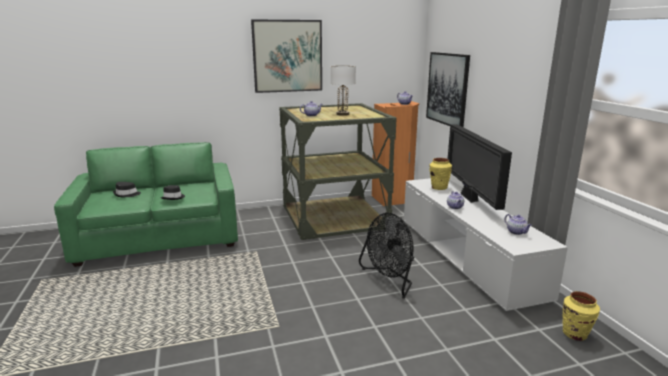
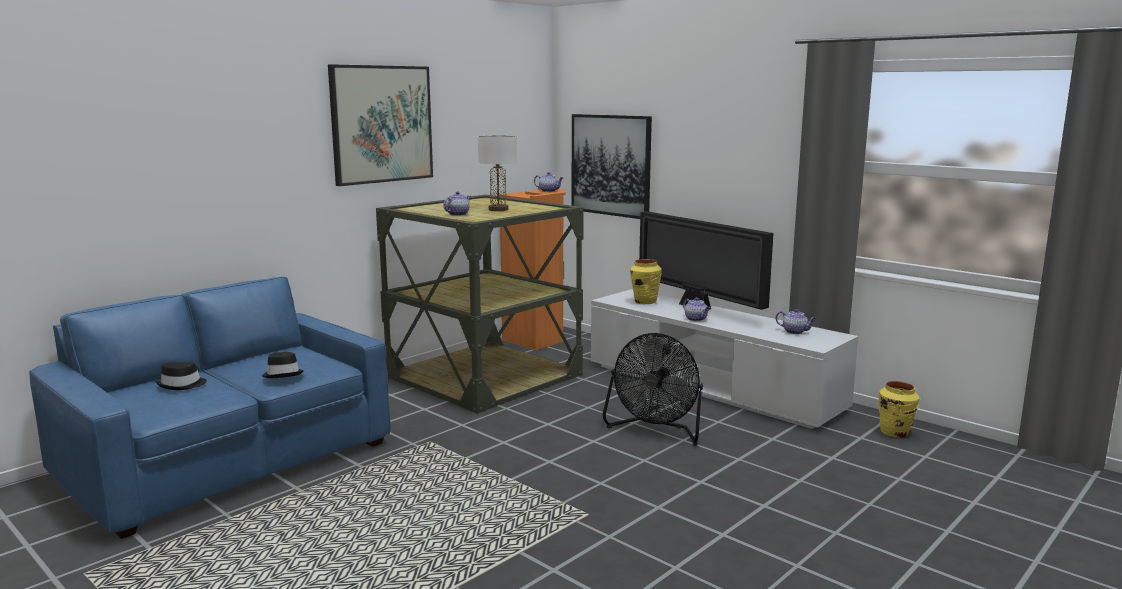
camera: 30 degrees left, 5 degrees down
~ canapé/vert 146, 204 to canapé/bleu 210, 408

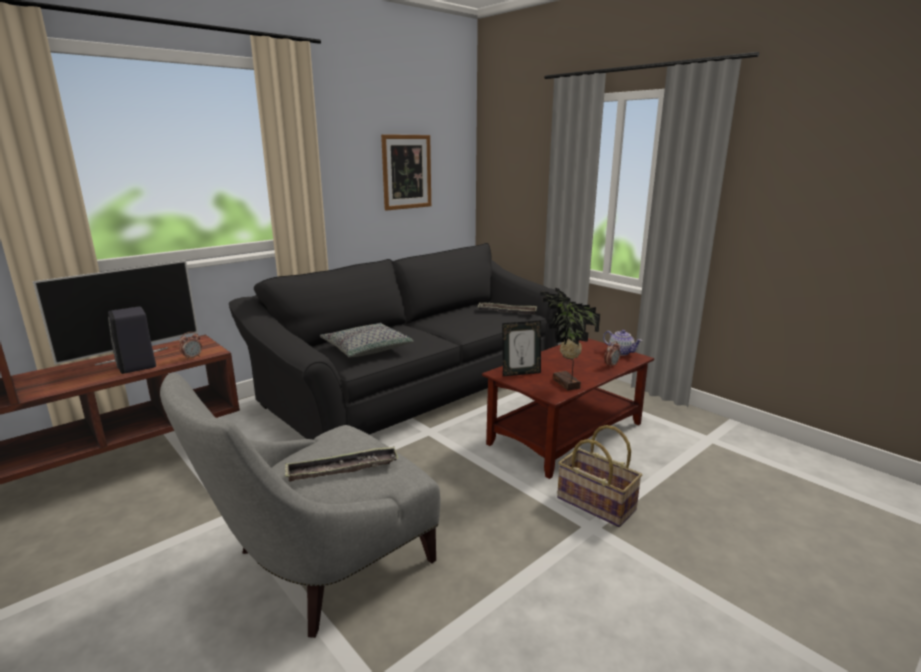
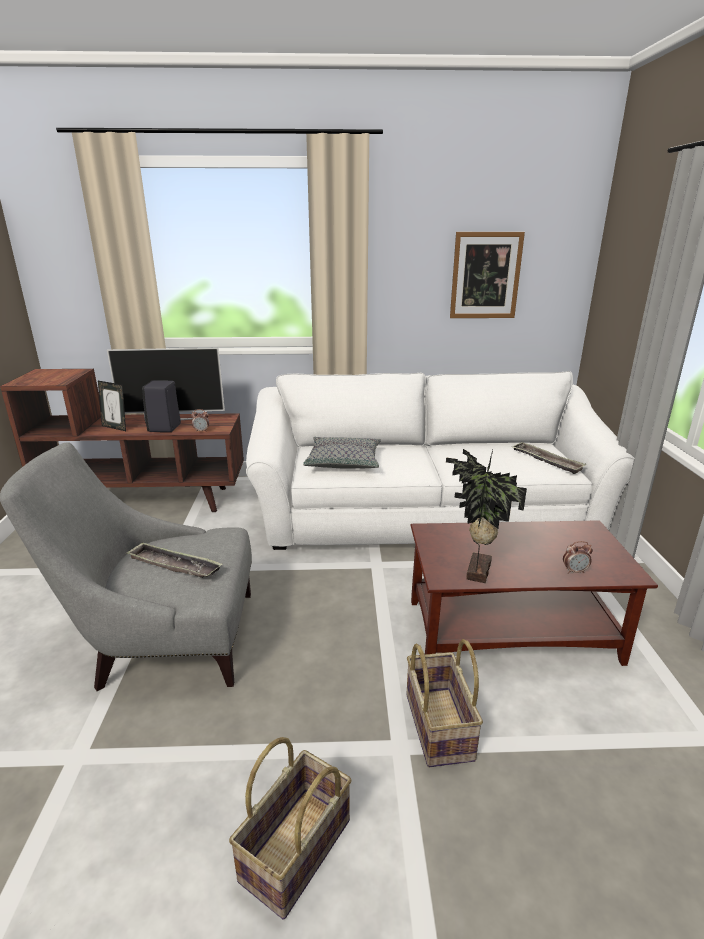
camera: 40 degrees right, 5 degrees up
~ cadre photo 521, 348 to 112, 406
+ panier 290, 828
~ canapé/noir 397, 341 to canapé/blanc 440, 460
- théière 622, 343

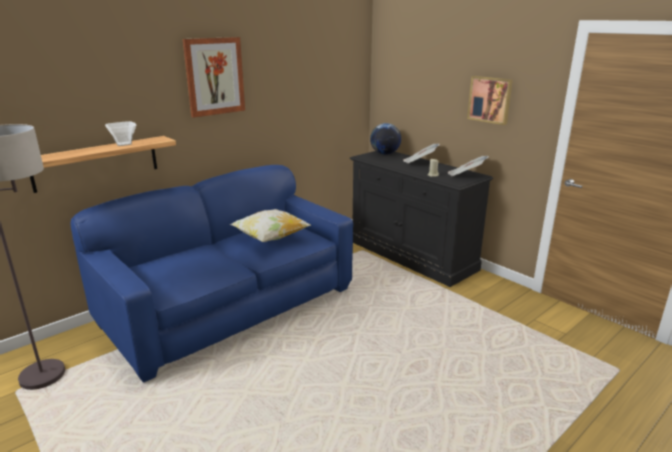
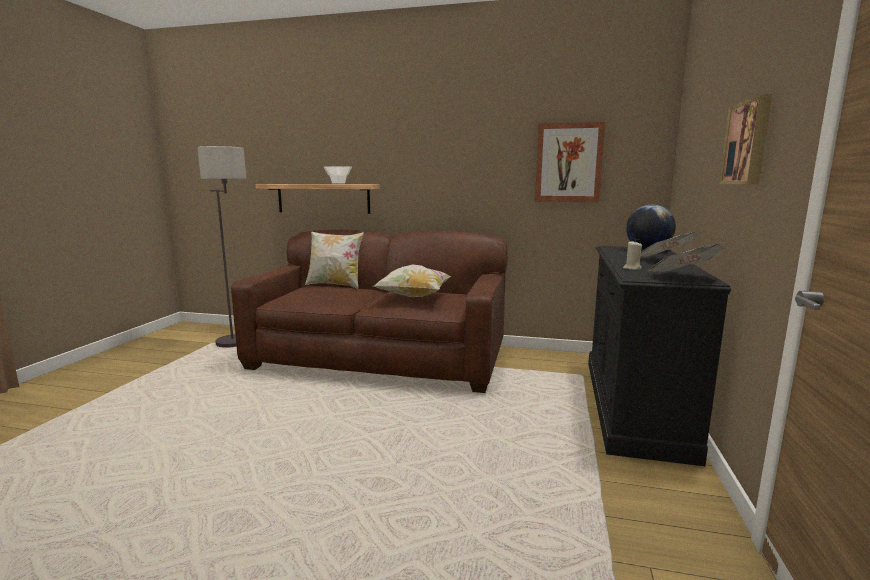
camera: 55 degrees right, 10 degrees down
~ canapé/bleu 211, 274 to canapé/marron 369, 311
+ coussin 334, 260
~ tableau 214, 77 to 570, 162

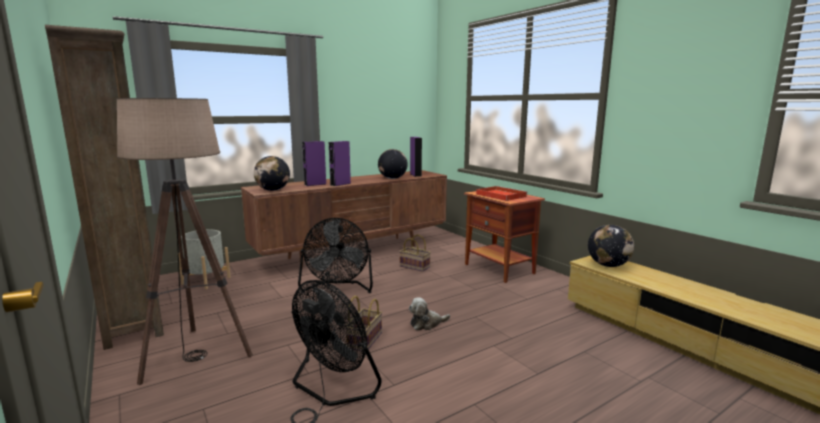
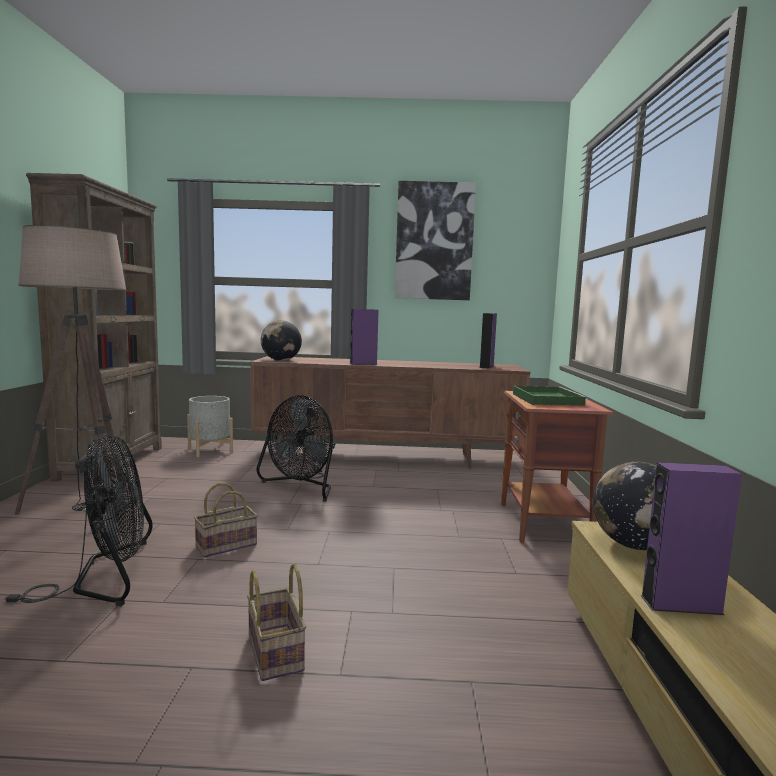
camera: 35 degrees right, 5 degrees down
~ panier 415, 253 to 276, 622
+ tableau 435, 240
~ plateau/rouge 502, 193 to plateau/vert 550, 396
~ enceinte/violet 314, 163 to 691, 538
- globe 393, 164
- peluche 429, 313

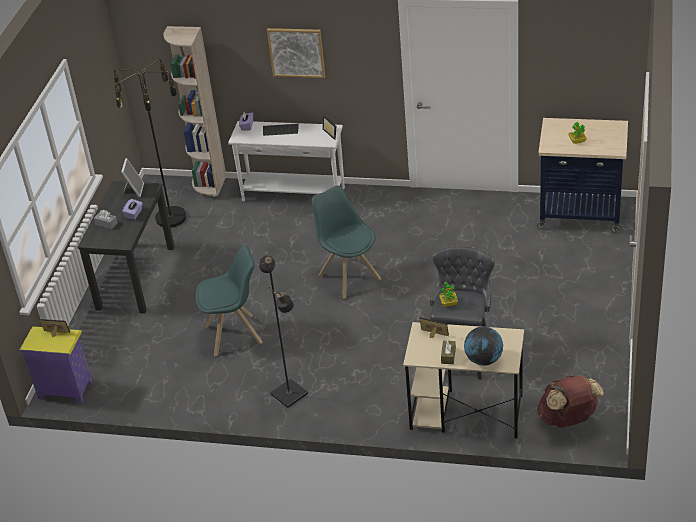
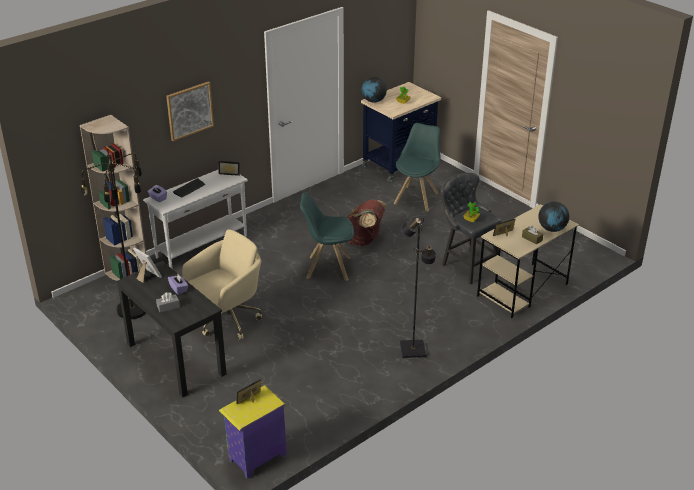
camera: 55 degrees left, 5 degrees down
+ chaise de bureau/beige 222, 285
~ sac à dos/marron 570, 401 to 366, 223
+ globe 374, 90
~ chaise/turquoise 229, 301 to 417, 167

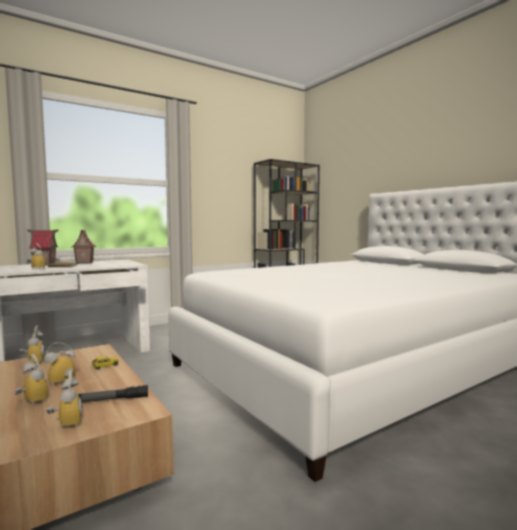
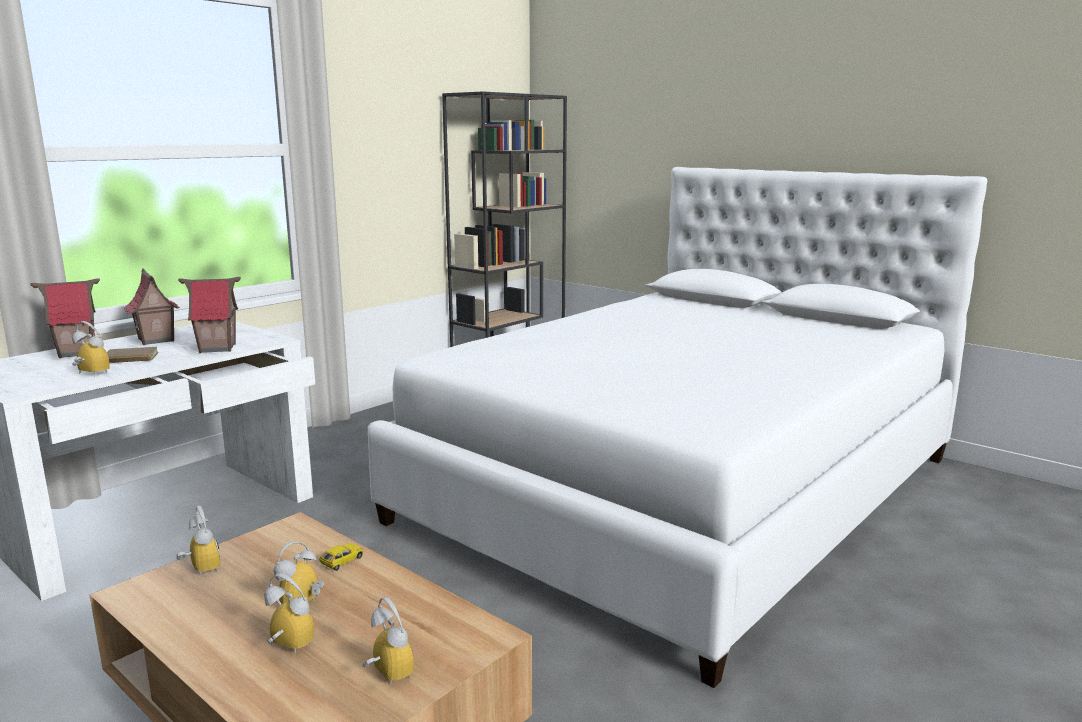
camera: 15 degrees left, 10 degrees up
+ maison miniature 209, 315
- lampe de poche 113, 393

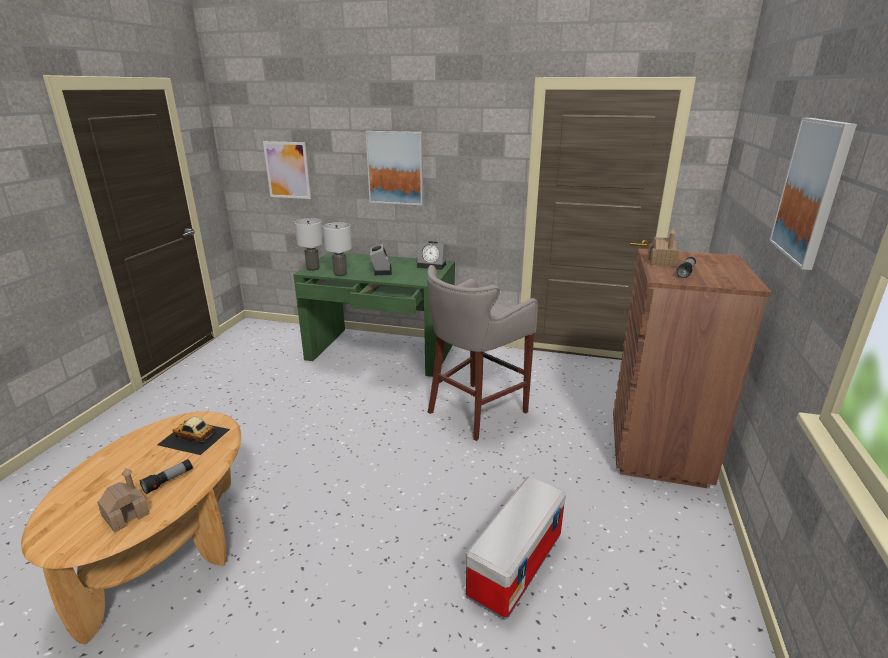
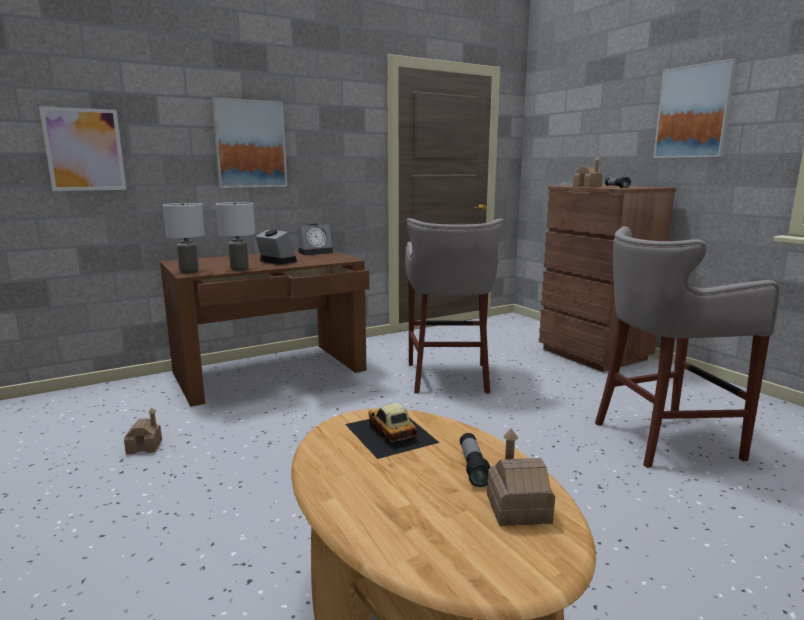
camera: 45 degrees left, 10 degrees down
+ maison miniature 143, 431
~ bureau/vert 374, 314 to bureau/marron 264, 329
~ petite voiture 193, 436 = 392, 431 90 degrees clockwise
~ boîte de rangement 516, 548 to tabouret/gris 687, 347

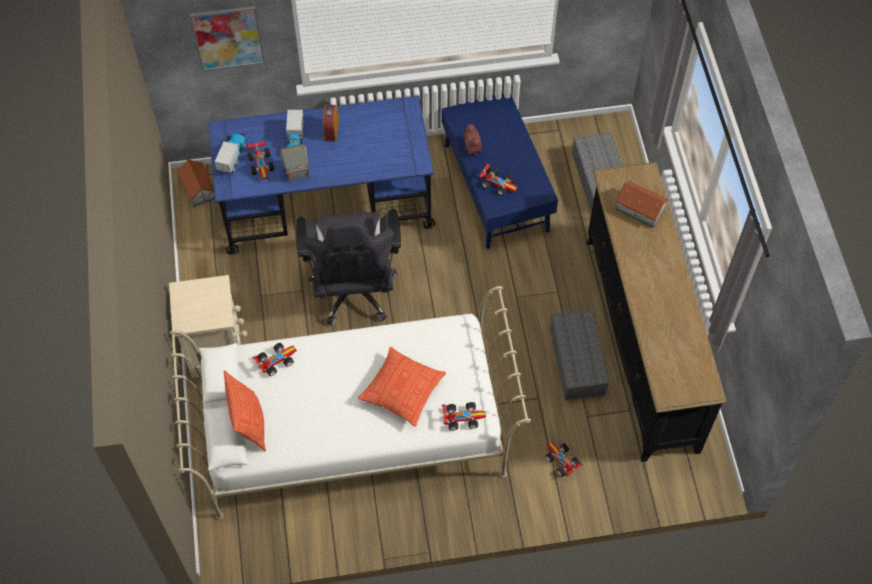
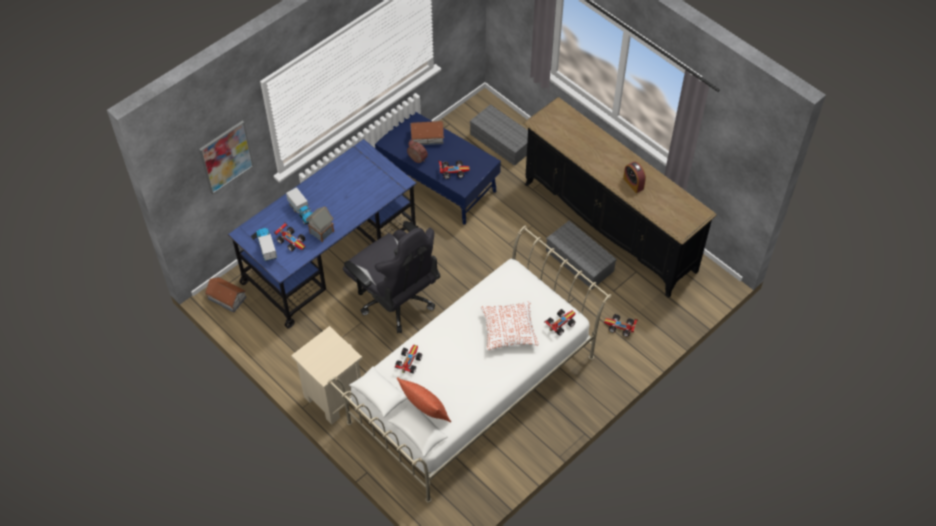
camera: 35 degrees left, 5 degrees down
~ maison miniature 642, 204 to 427, 133
~ coussin/orange 402, 387 to coussin/blanc 510, 325
~ réveil 331, 123 to 634, 177

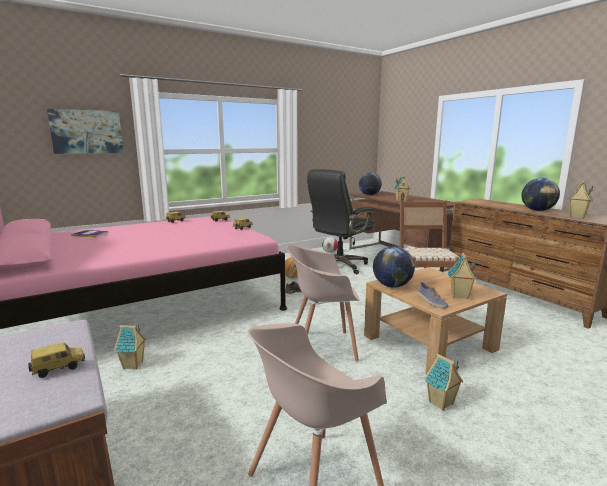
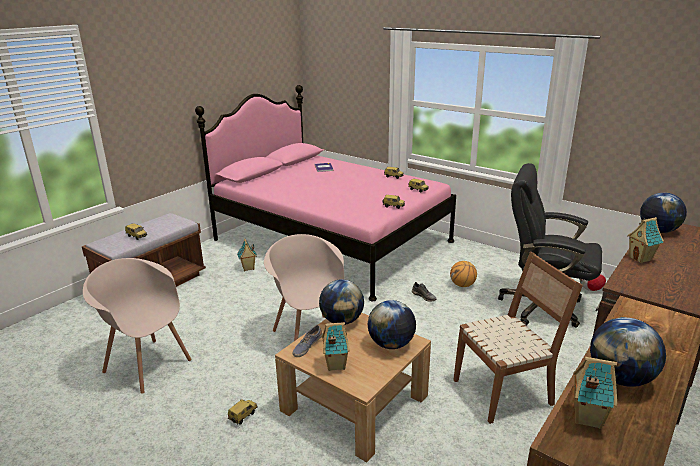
camera: 70 degrees right, 10 degrees up
~ maison miniature 443, 382 to petite voiture 242, 412
+ globe 392, 324
- tableau 85, 131

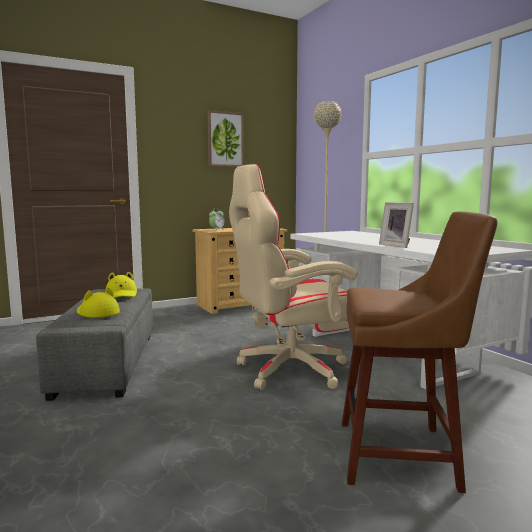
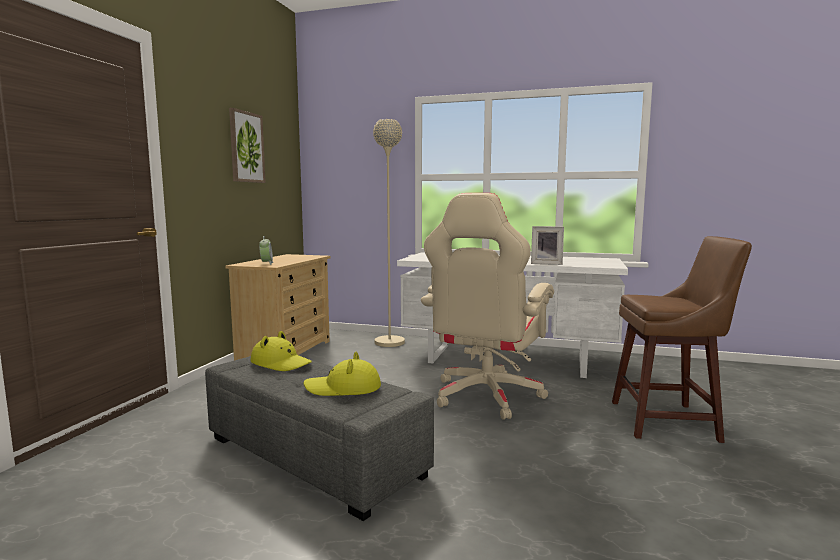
camera: 45 degrees left, 0 degrees up
~ chaise/marron 420, 352 = 682, 339 45 degrees clockwise

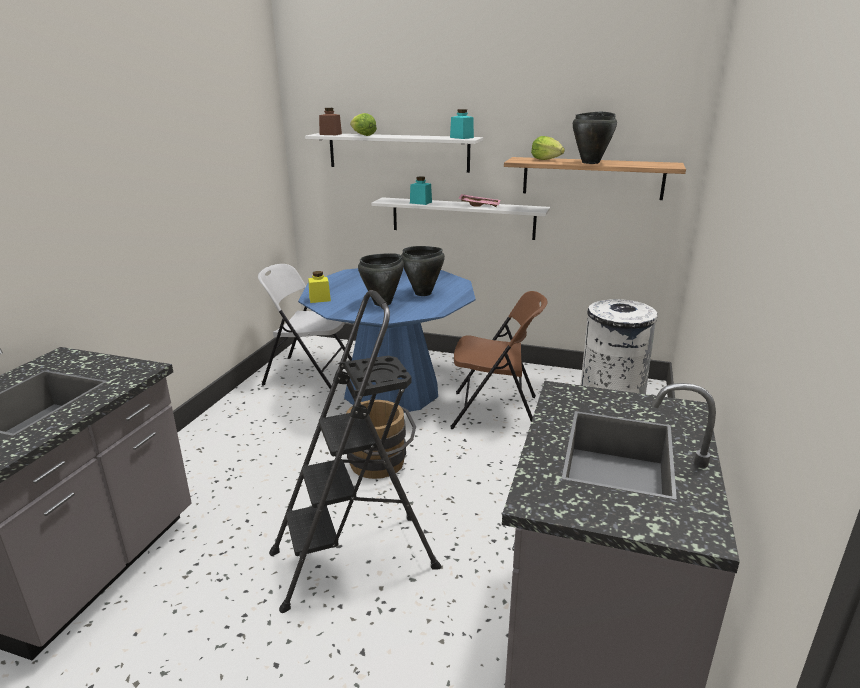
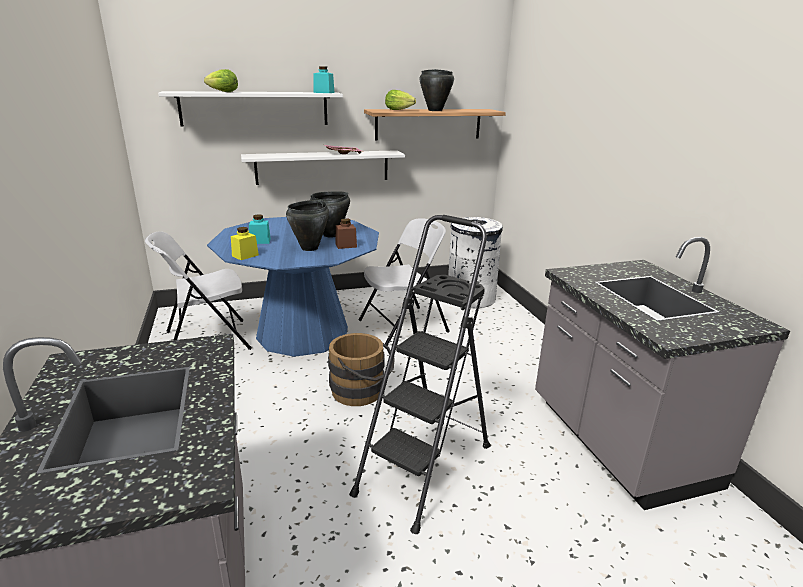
camera: 35 degrees left, 0 degrees up
~ bocal/turquoise 421, 191 to 260, 229
~ bocal/marron 330, 121 to 346, 233
~ chaise/marron 499, 360 to chaise/blanc 404, 282

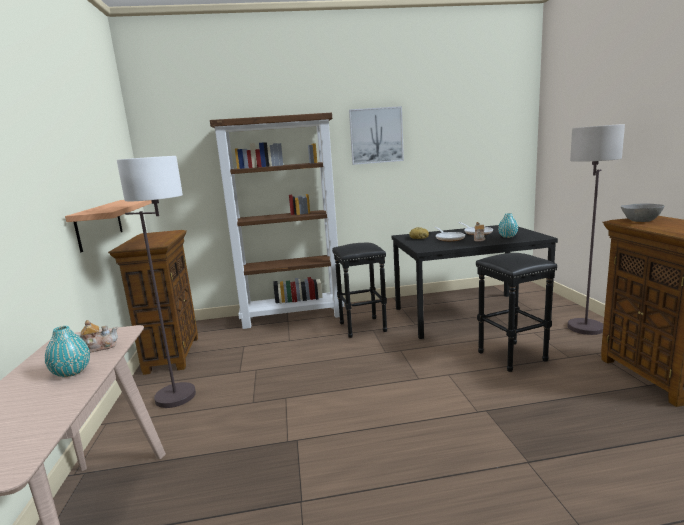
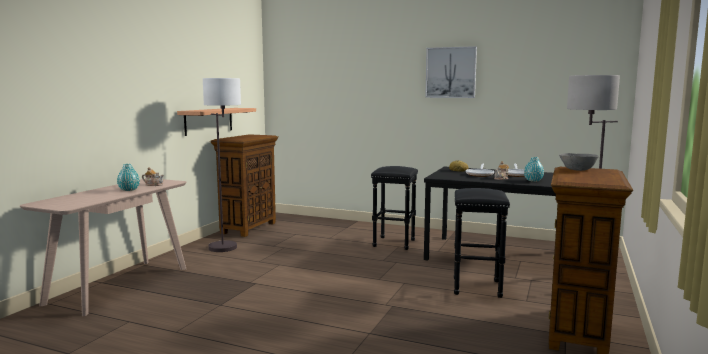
camera: 30 degrees right, 5 degrees down
- bibliothèque/marron 277, 221

